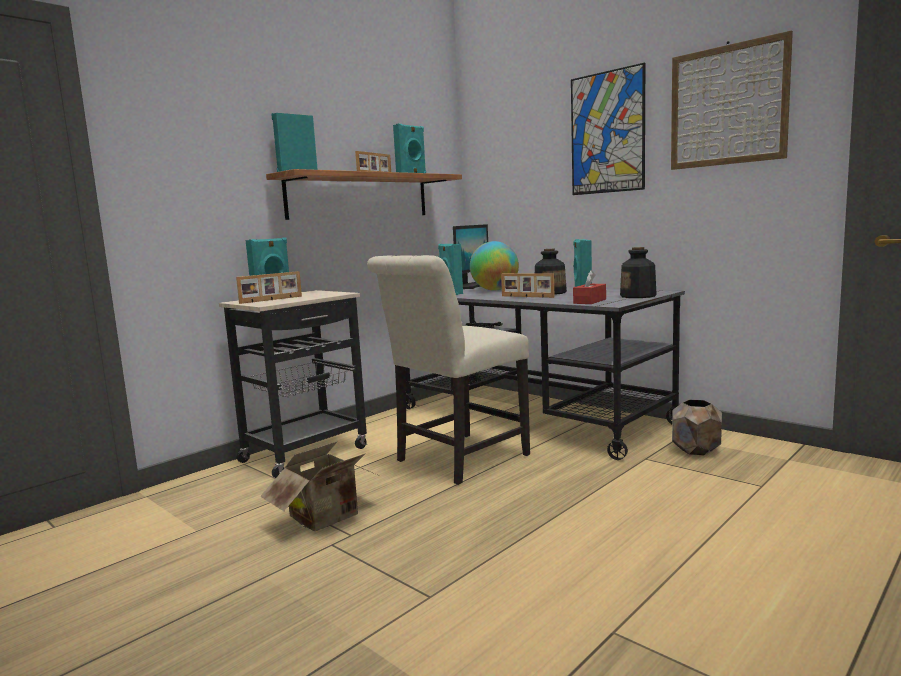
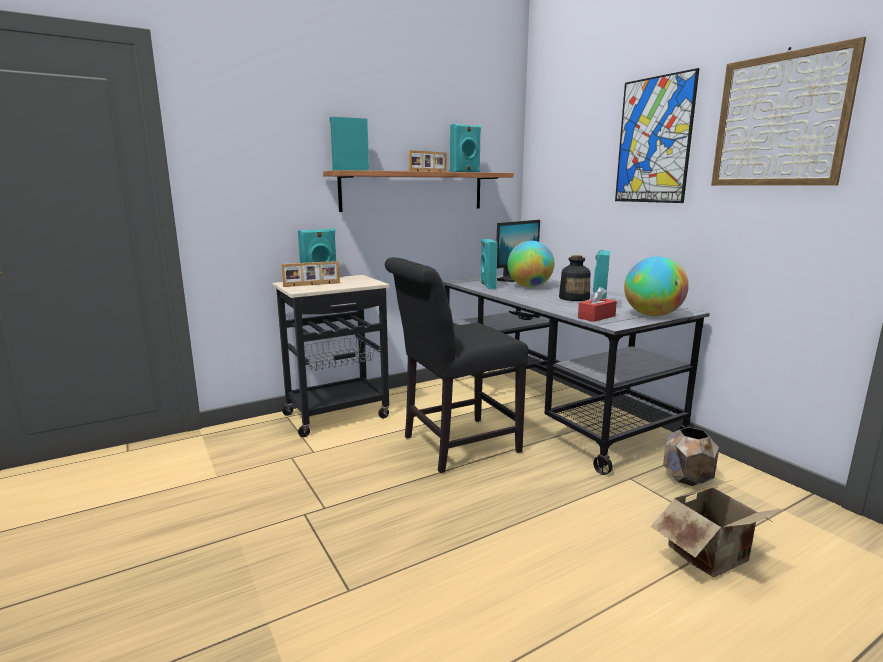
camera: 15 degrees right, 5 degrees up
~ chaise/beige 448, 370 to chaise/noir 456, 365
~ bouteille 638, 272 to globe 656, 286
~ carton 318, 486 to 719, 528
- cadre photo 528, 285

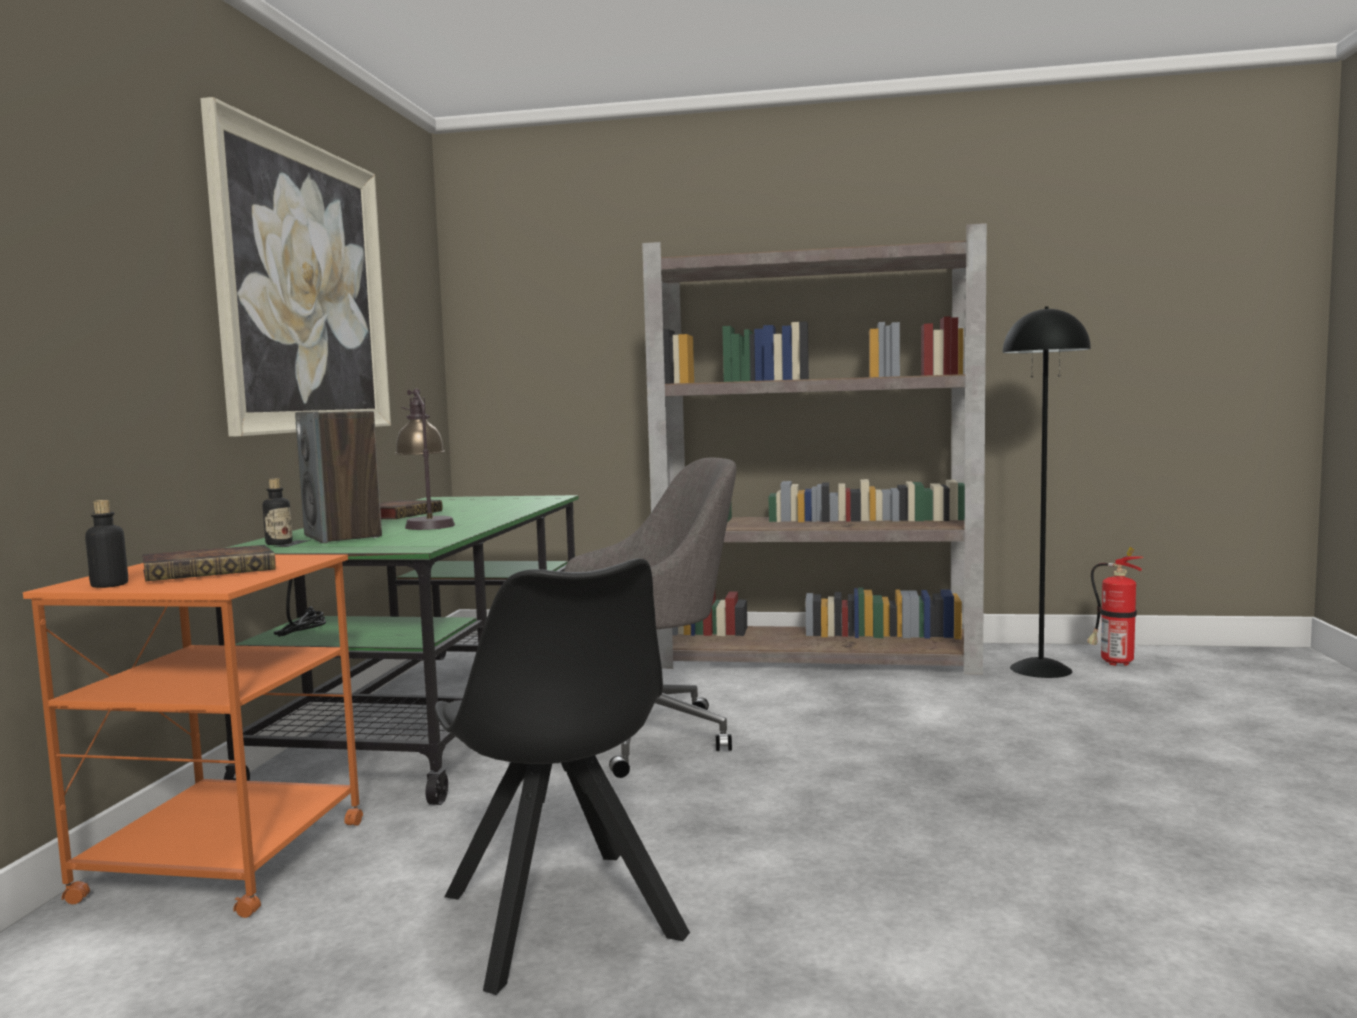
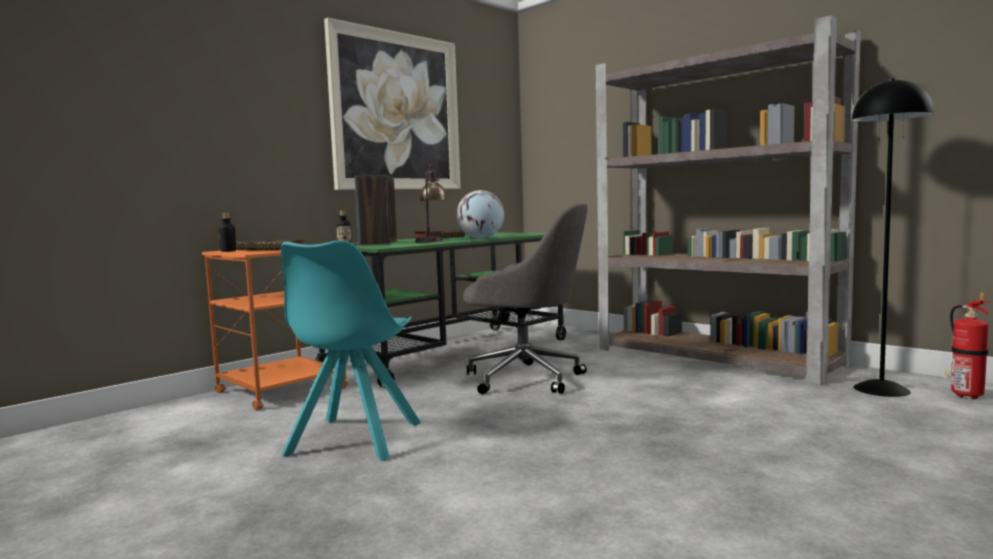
camera: 35 degrees right, 0 degrees up
~ chaise/noir 562, 776 to chaise/turquoise 351, 350
+ globe 480, 214

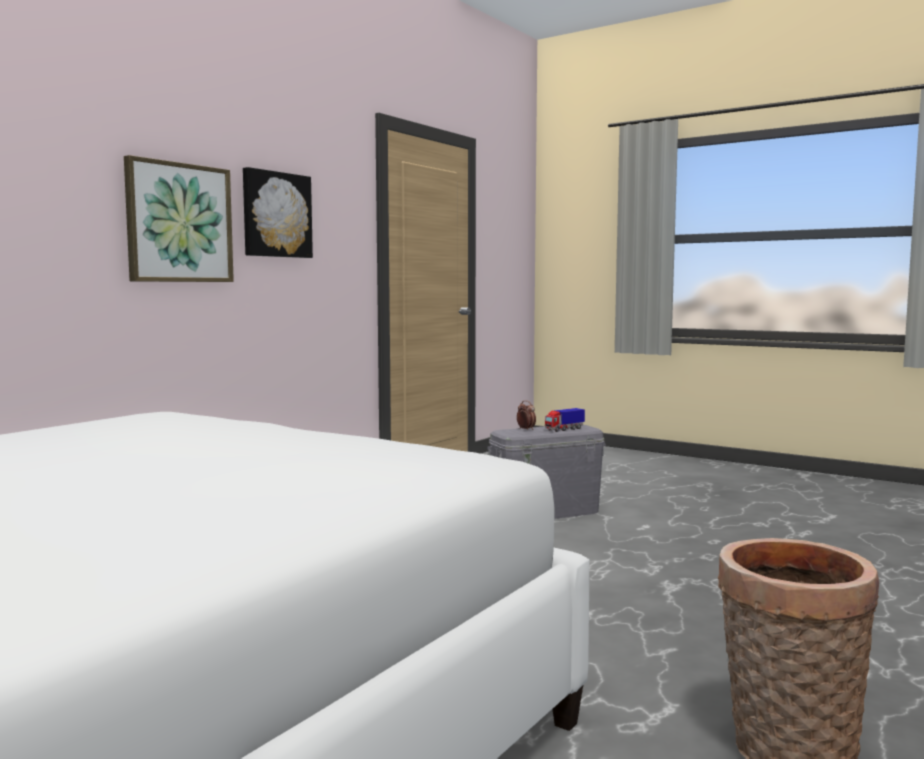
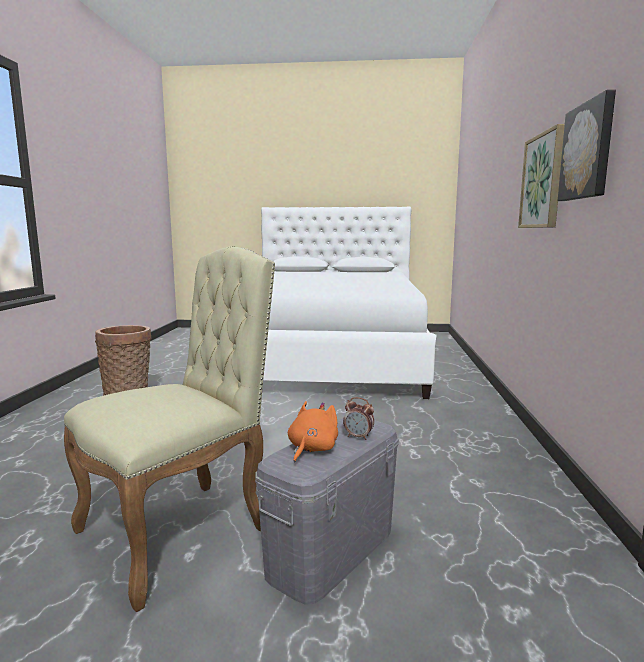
camera: 150 degrees right, 5 degrees up
+ chaise/beige 169, 429
~ camion jouet 565, 420 to peluche/orange 313, 432

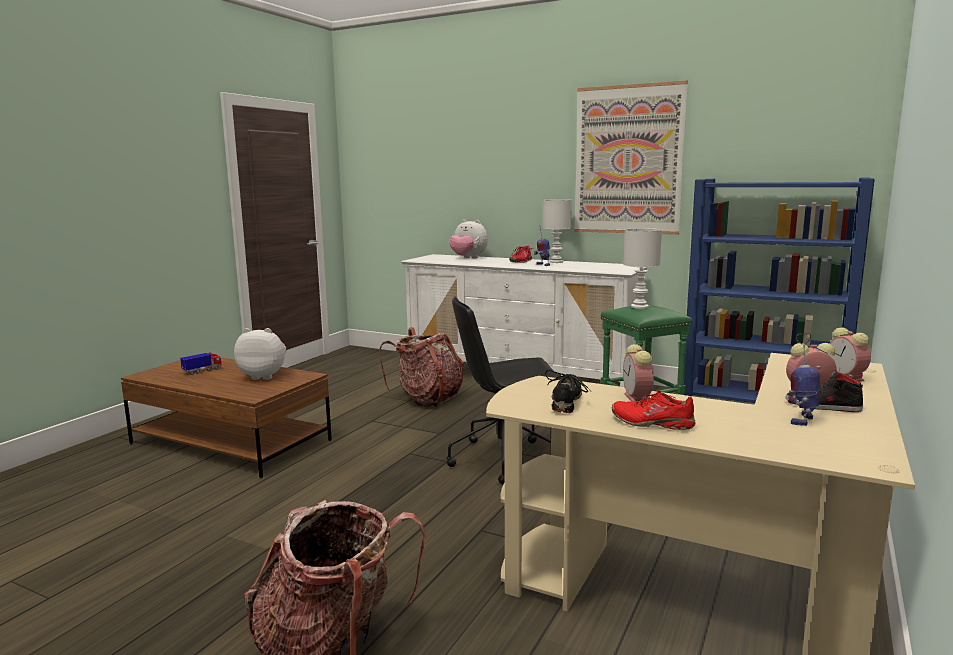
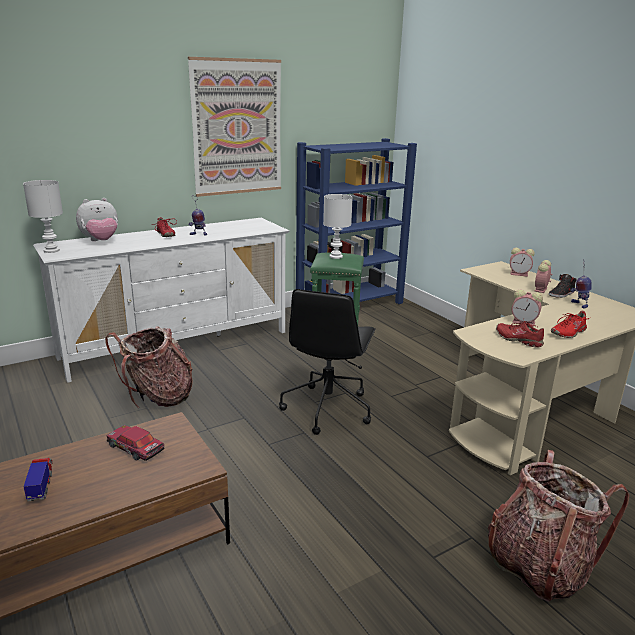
camera: 60 degrees left, 10 degrees up
~ lampe de table/blanc 557, 231 to 43, 216
~ peluche 260, 354 to petite voiture 135, 443
~ chaussure/noir 568, 391 to chaussure/rouge 520, 334

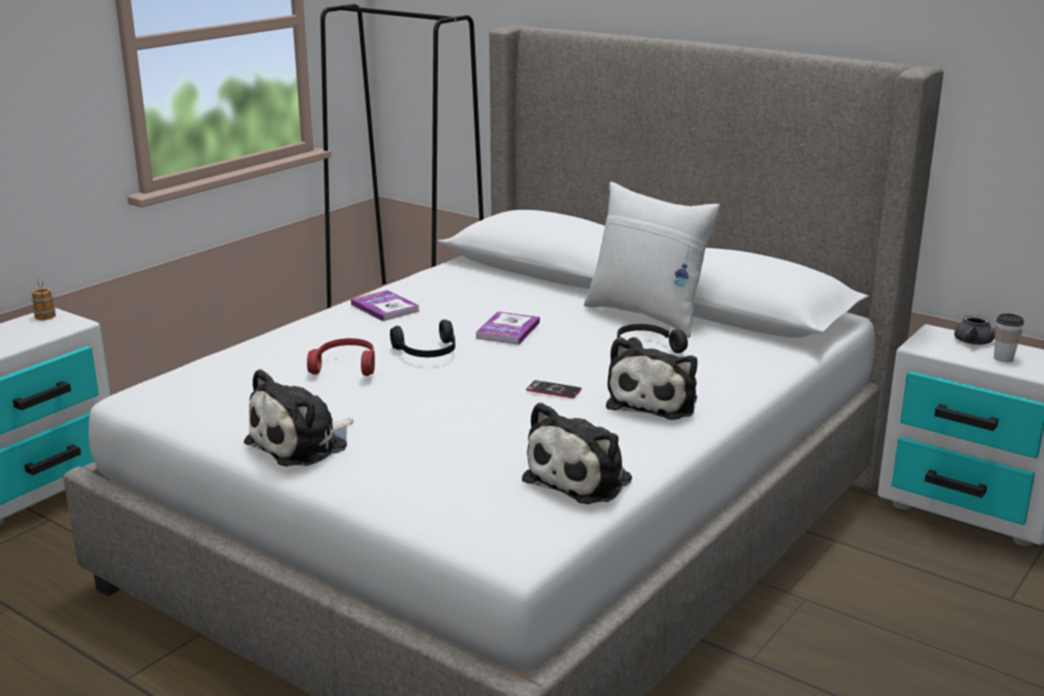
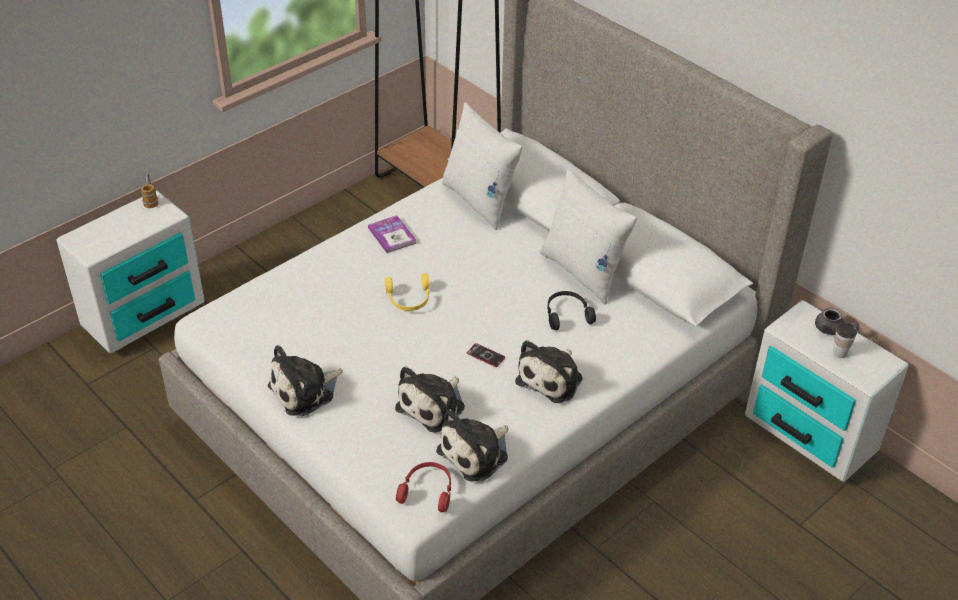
camera: 10 degrees right, 20 degrees up
~ casque audio/noir 422, 338 to casque audio/jaune 407, 292
+ peluche 430, 399
~ casque audio/rouge 341, 357 to 423, 487
+ coussin/gris 482, 166
- livre 507, 327

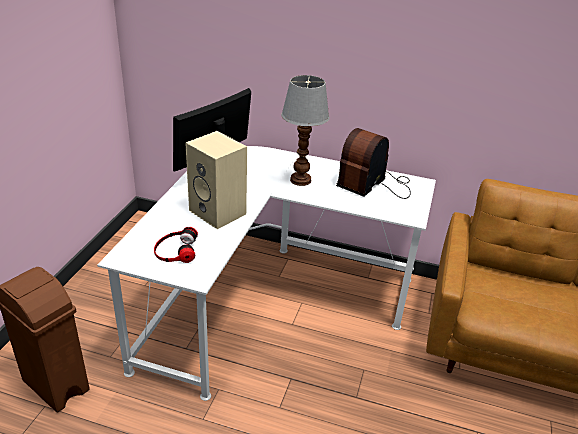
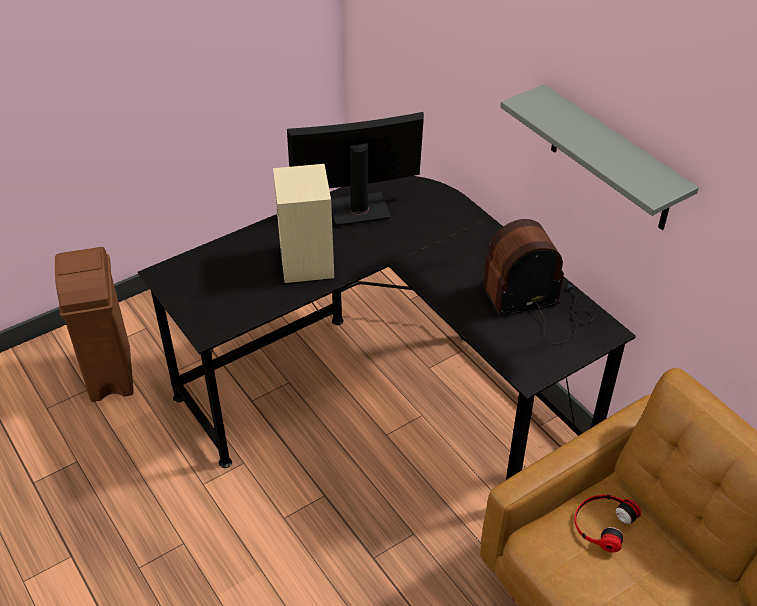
camera: 40 degrees right, 10 degrees up
~ bureau/blanc 266, 273 to bureau/noir 387, 328
+ étagère/gris 599, 157
~ casque audio 176, 245 to 608, 524
- lampe de table 305, 130

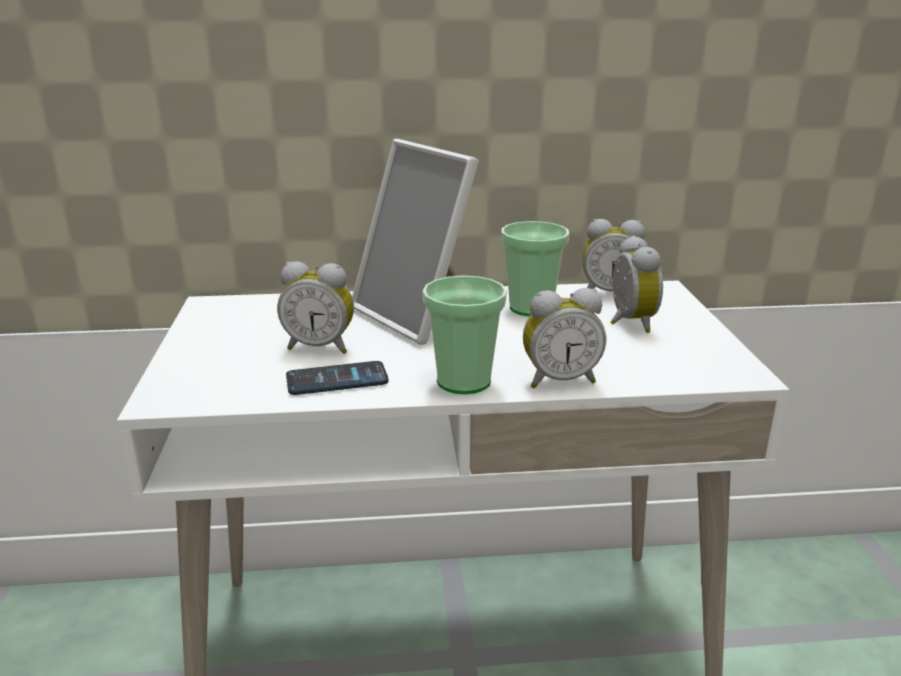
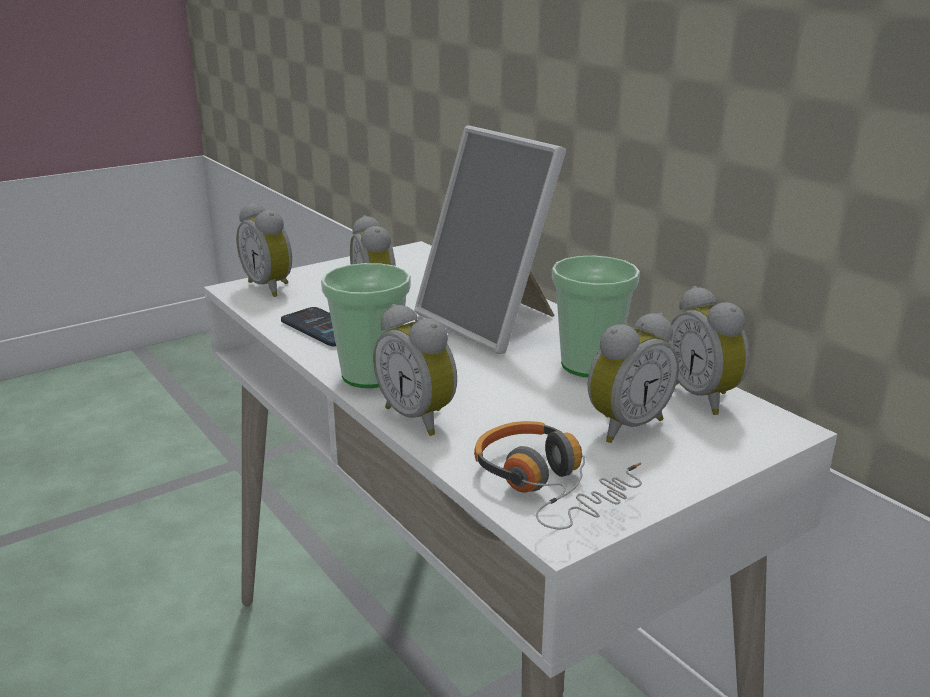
camera: 60 degrees right, 0 degrees up
+ réveil 264, 249
~ cadre photo 415, 242 = 490, 239 60 degrees counterclockwise
+ casque audio 558, 475

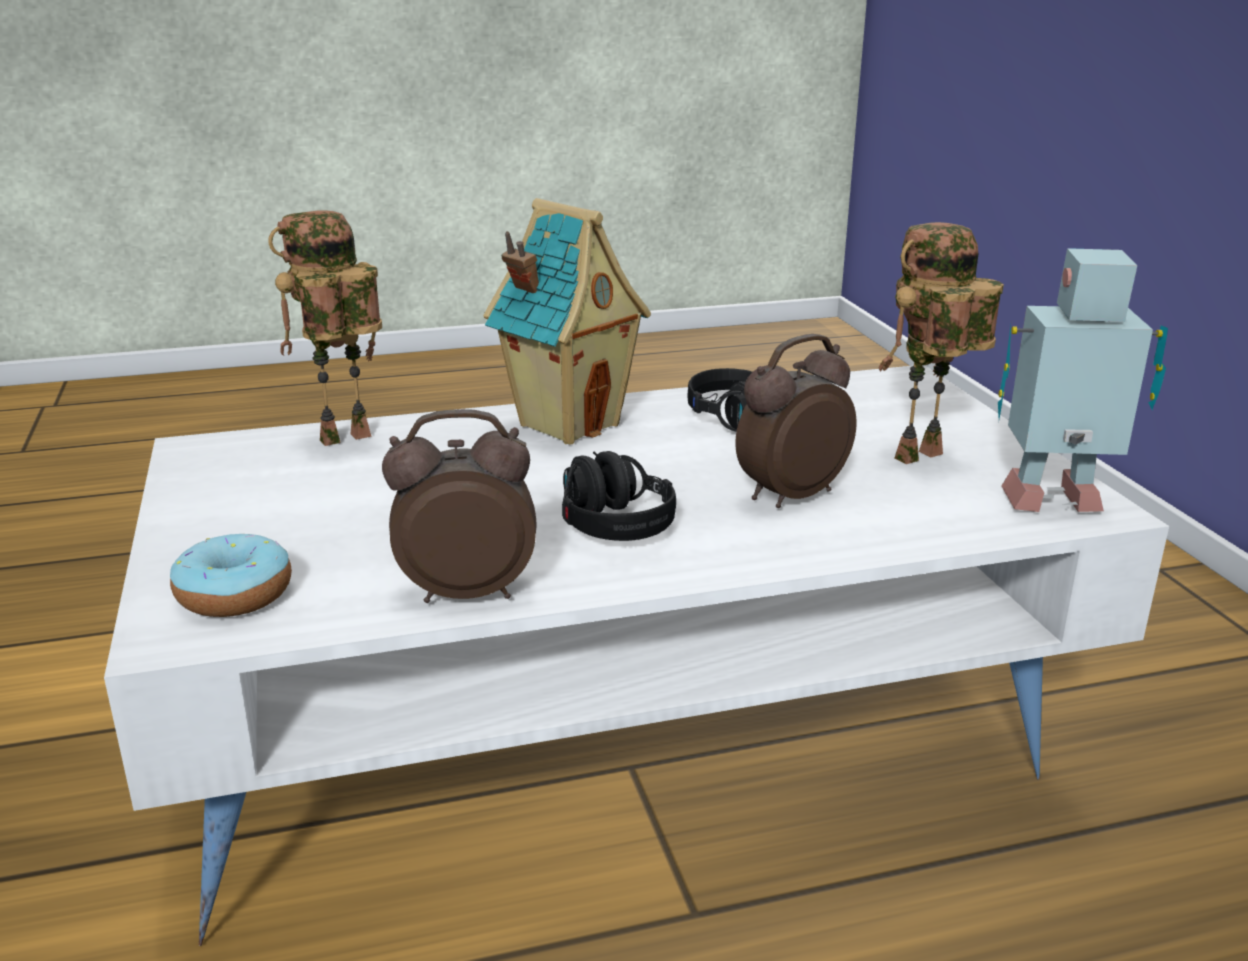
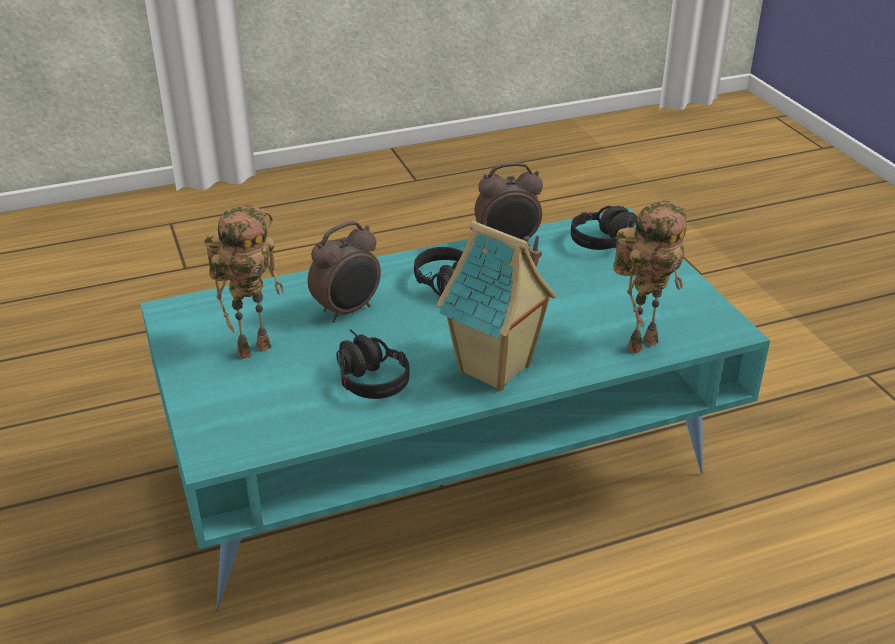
camera: 175 degrees right, 10 degrees up
~ table basse/blanc 636, 655 to table basse/turquoise 455, 409
~ beignet 231, 575 to casque audio/noir 604, 228
- robot jouet 1083, 380

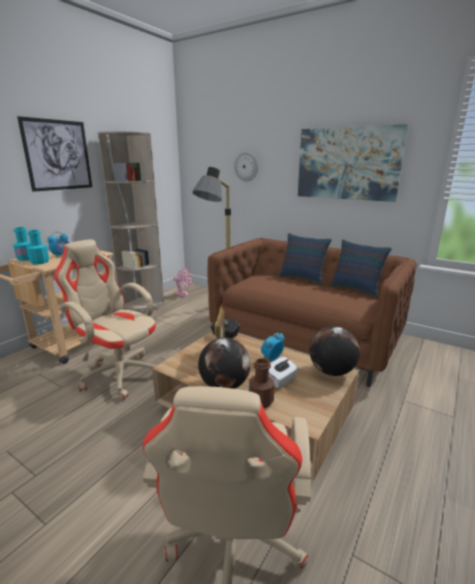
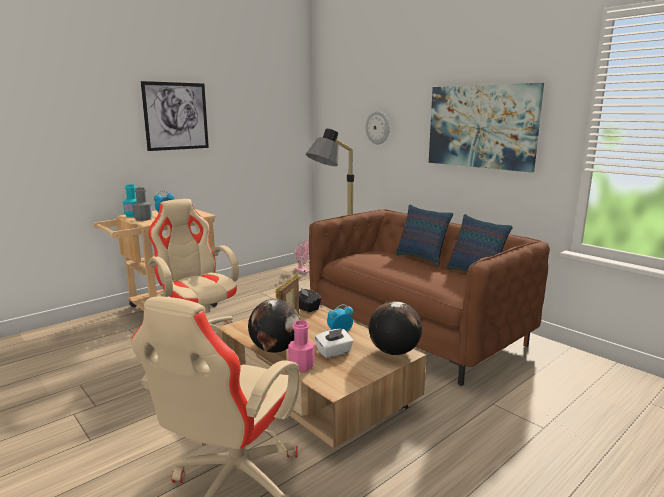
camera: 15 degrees right, 5 degrees down
~ bouteille/turquoise 38, 247 to bouteille/gris 142, 204
~ bouteille/marron 262, 383 to bouteille/rose 301, 346
- bibliothèque/beige 131, 222

